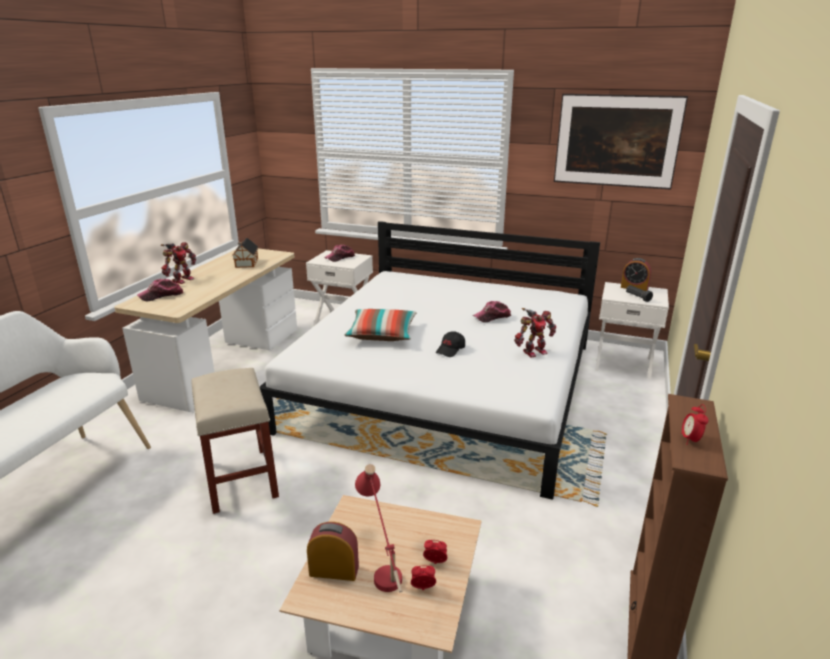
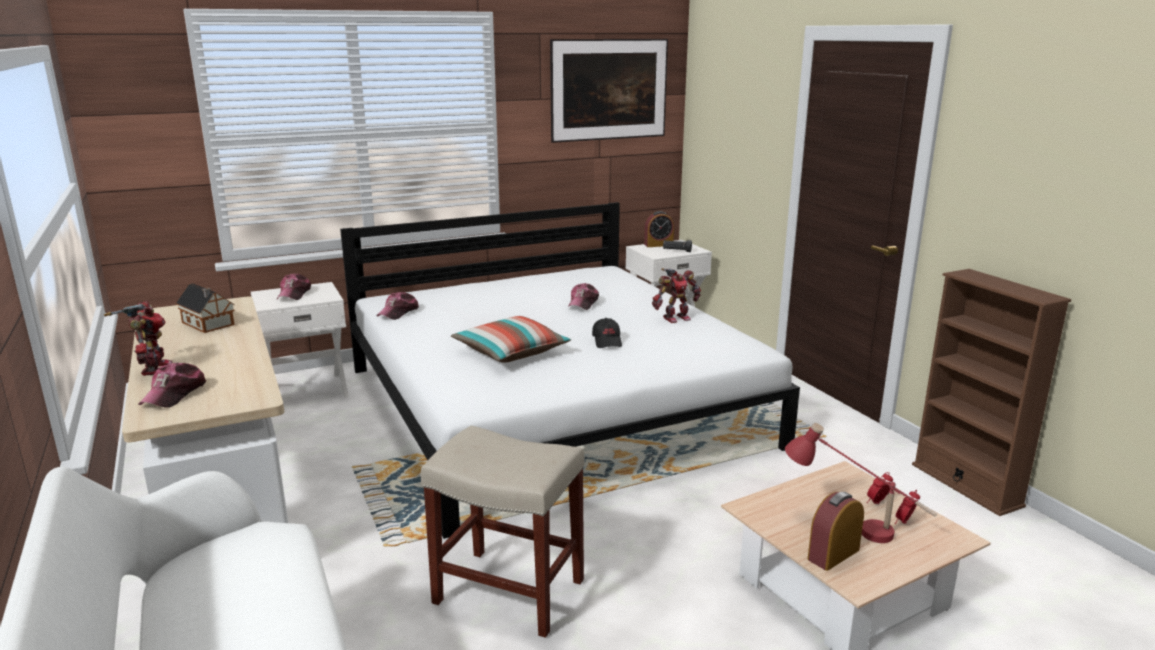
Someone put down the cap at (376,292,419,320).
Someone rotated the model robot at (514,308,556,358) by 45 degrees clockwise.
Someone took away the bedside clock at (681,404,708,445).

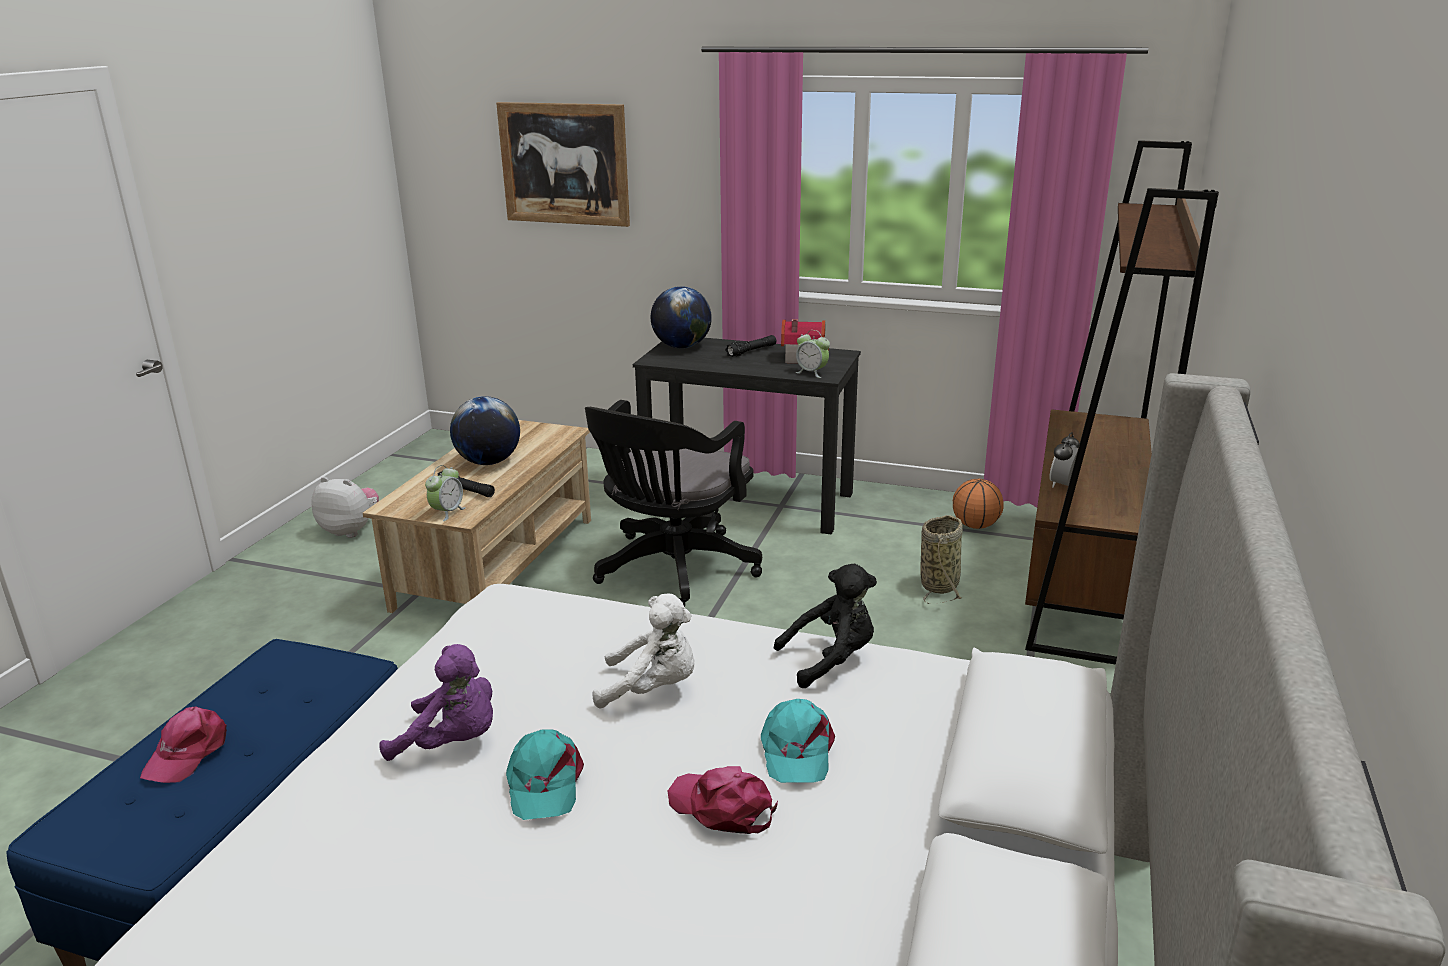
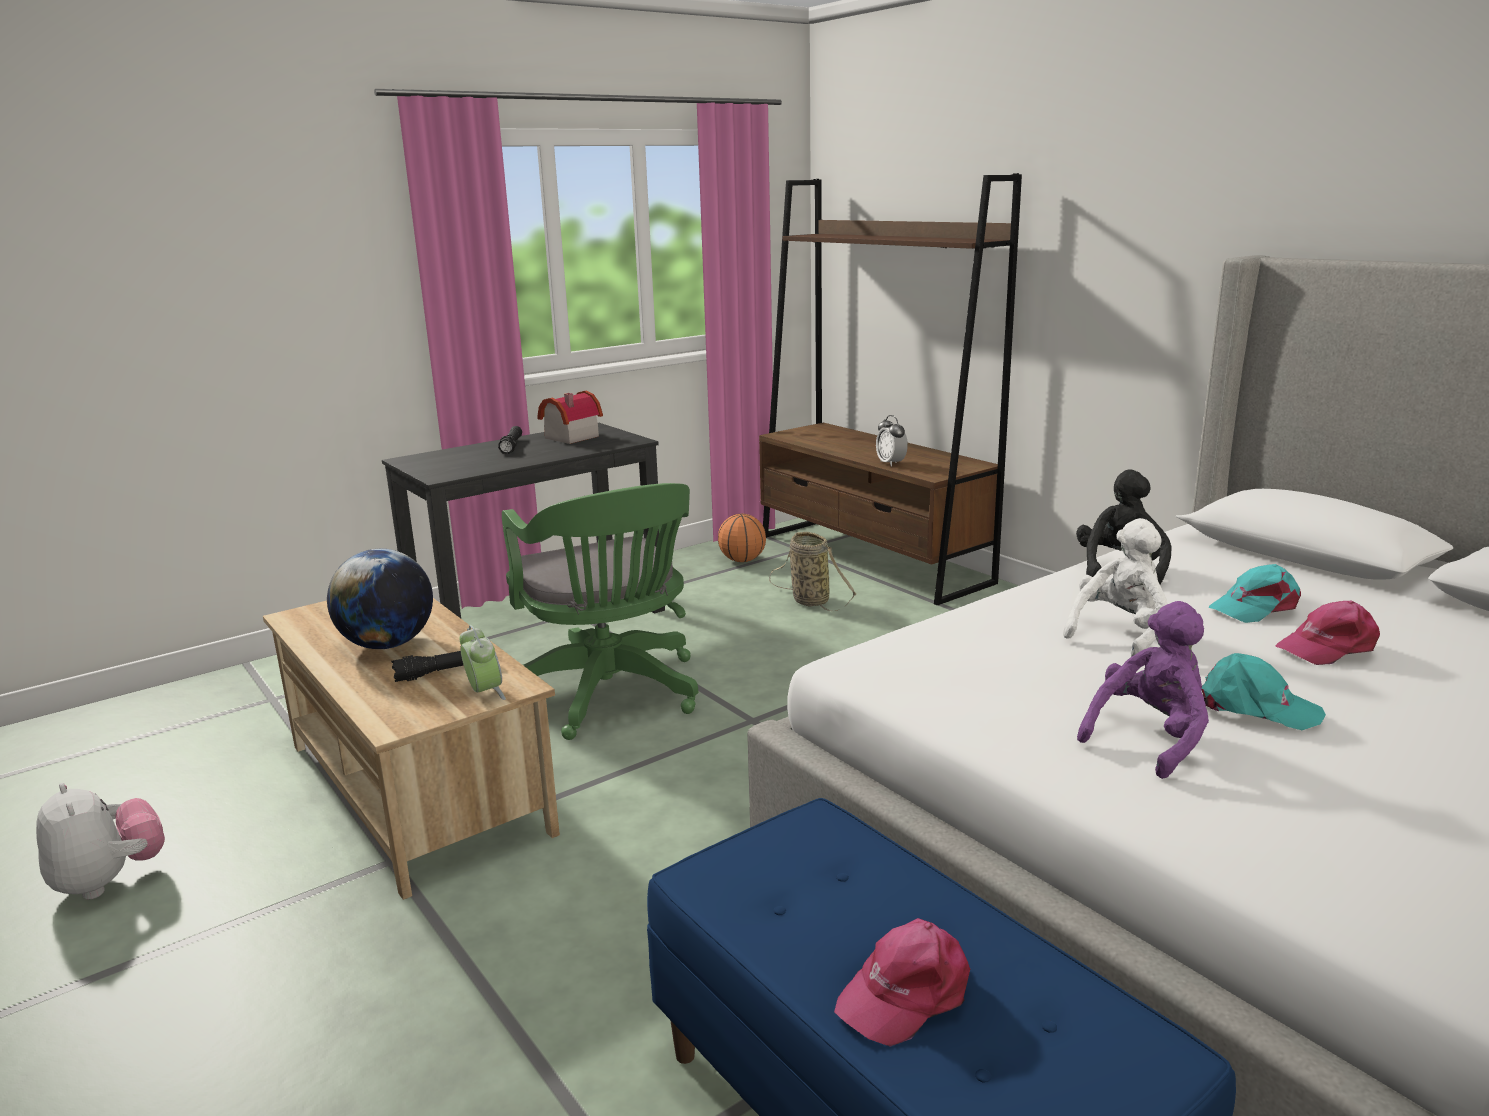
Someone rotated the cuddly toy at (311,477,379,538) by 90 degrees clockwise.
Someone repainted the blackish office chair at (585,400,762,607), which became the green office chair at (502,483,698,740).
Someone rotated the pinkish cap at (140,707,227,783) by 90 degrees clockwise.
Someone rotated the turquoise cap at (761,699,835,783) by 120 degrees clockwise.
Someone took away the picture at (496,102,630,227).
Someone took away the desk globe at (651,286,712,348).
Someone took away the bedside clock at (795,330,830,378).

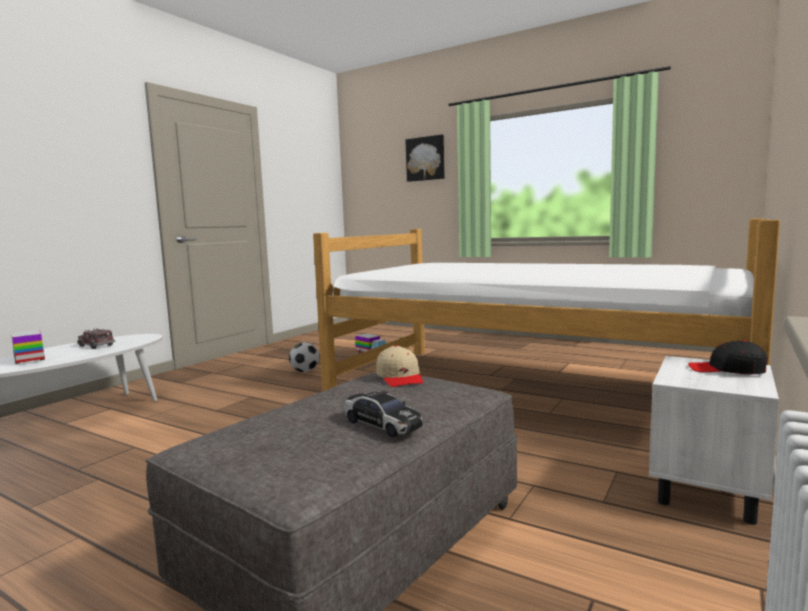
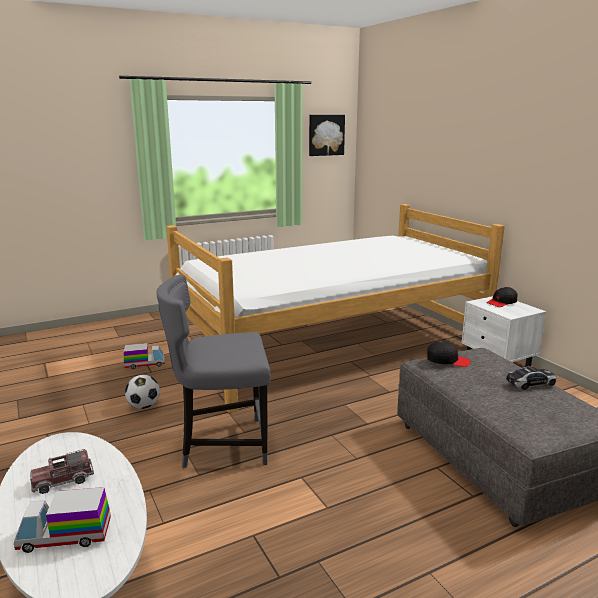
Someone put down the gray upright chair at (156,275,271,468).
Someone carried the picture from (406,135,445,182) to (309,115,345,156).
Someone repainted the beige-coloured cap at (376,345,423,387), which became the blackish cap at (427,341,471,367).

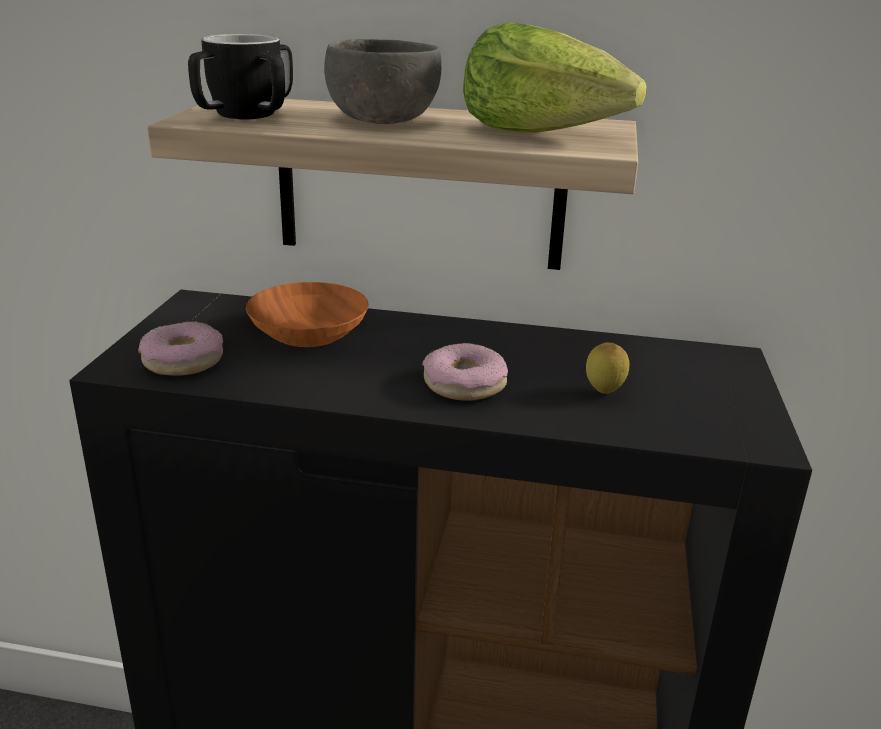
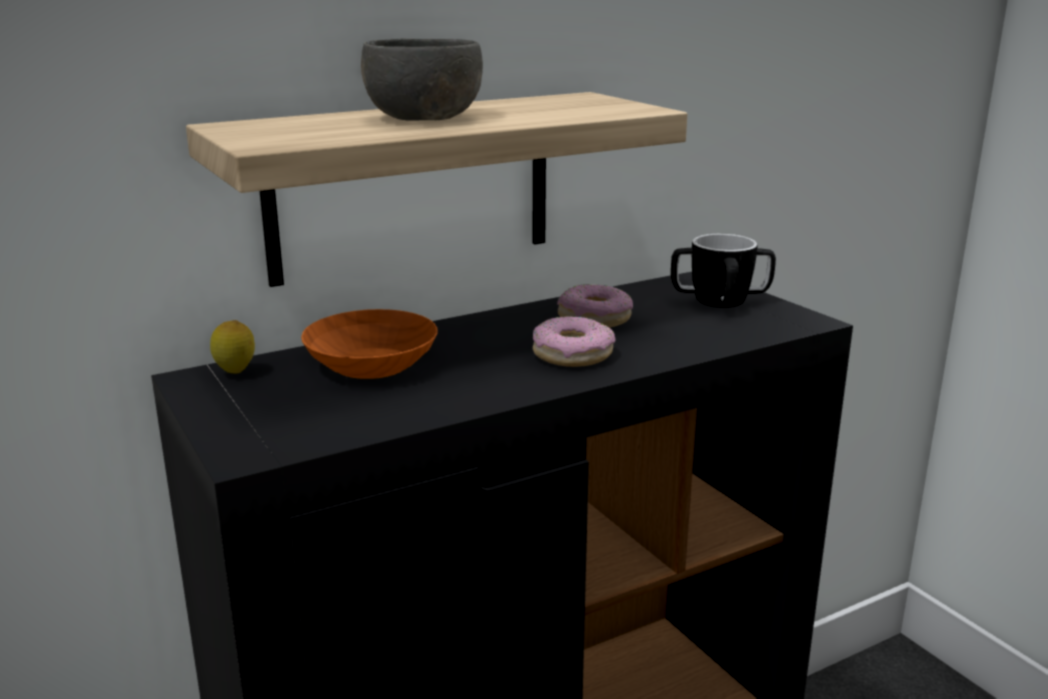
Someone carried the whole lemon from (586,343,630,394) to (210,320,255,374).
Someone carried the doughnut from (138,321,223,376) to (557,284,633,327).
Someone carried the mug from (188,34,293,120) to (671,234,776,308).
Someone took away the lettuce head at (463,22,647,133).

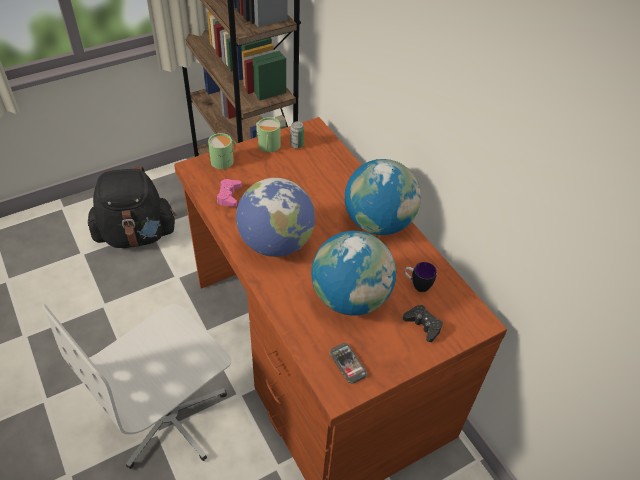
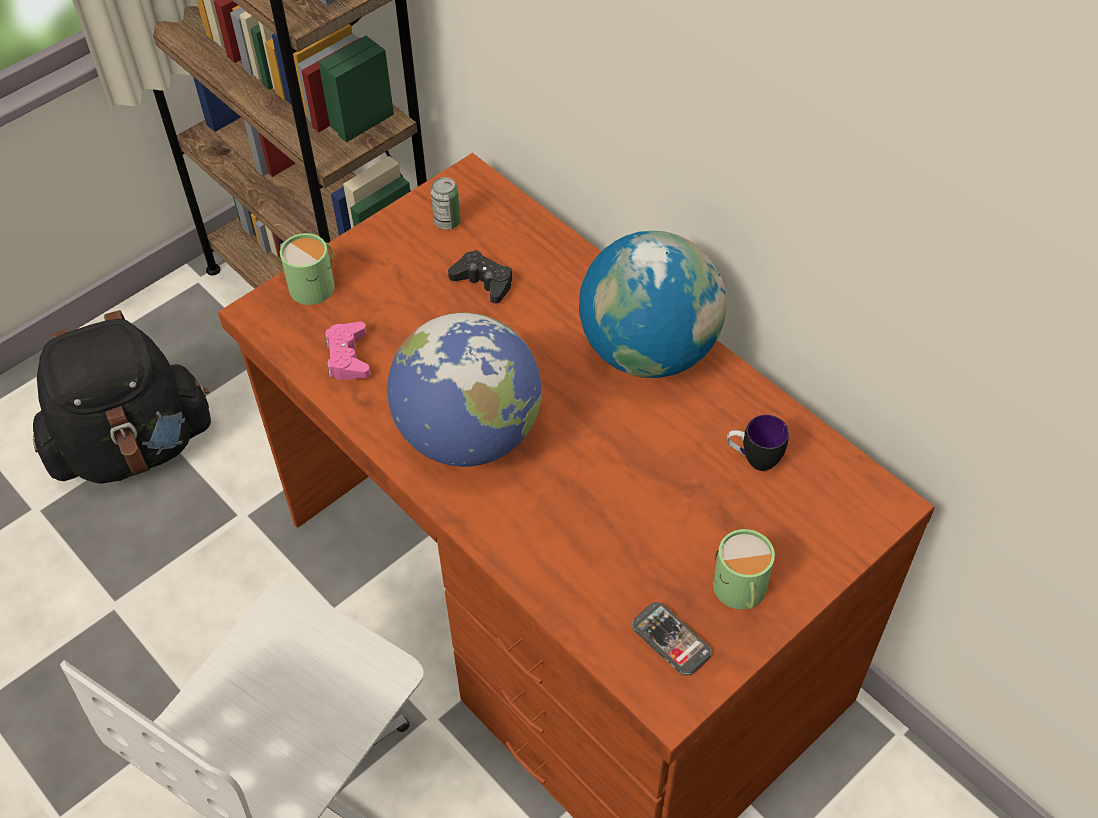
Someone carried the blackish joypad from (403,305,443,342) to (448,250,513,304).
Someone carried the green mug from (257,117,281,153) to (713,529,775,610).
Someone took away the desk globe at (311,231,396,316).

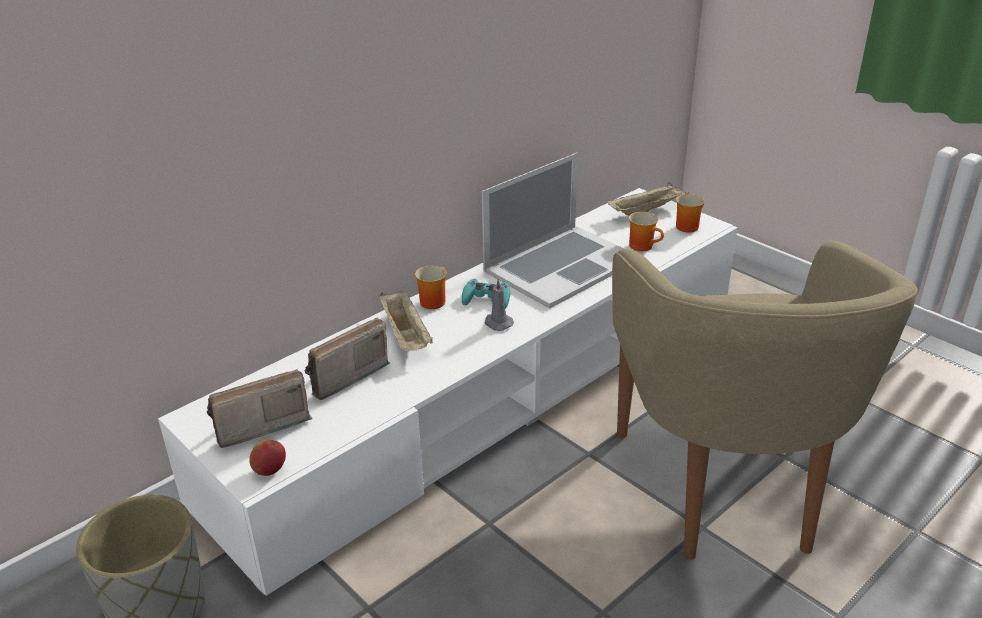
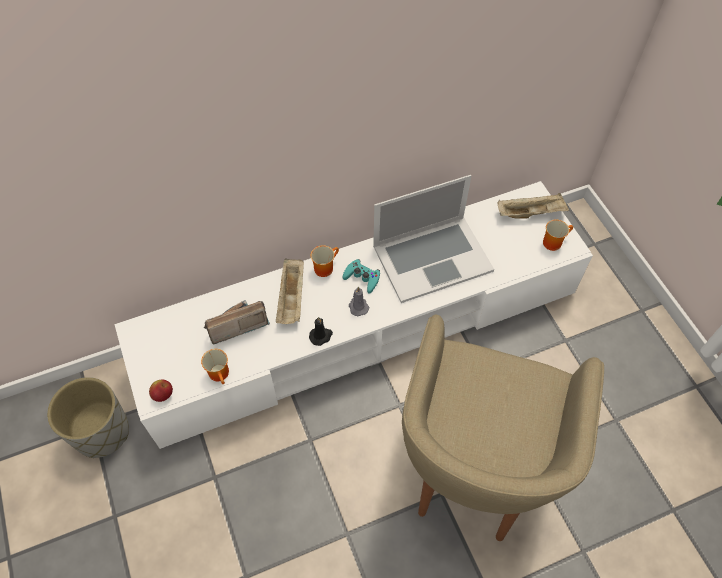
Someone carried the mug from (629,212,664,251) to (201,349,229,384).
Someone put down the blackish candle at (309,317,333,346).
Someone took away the radio at (207,370,312,448).

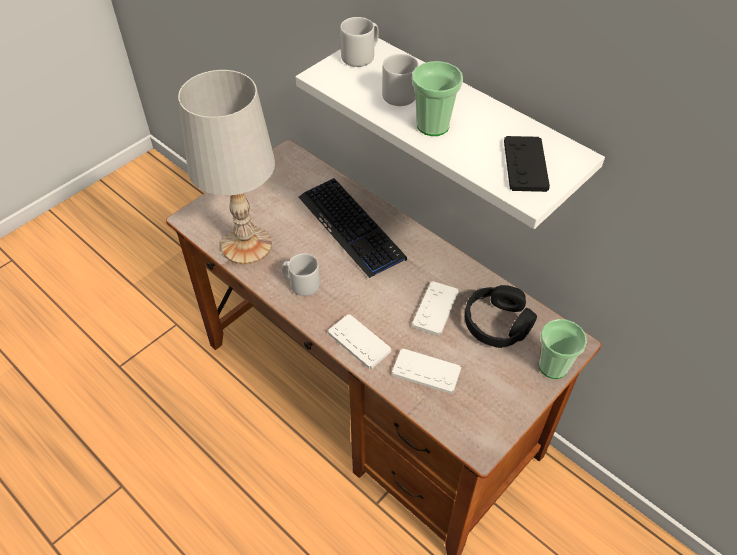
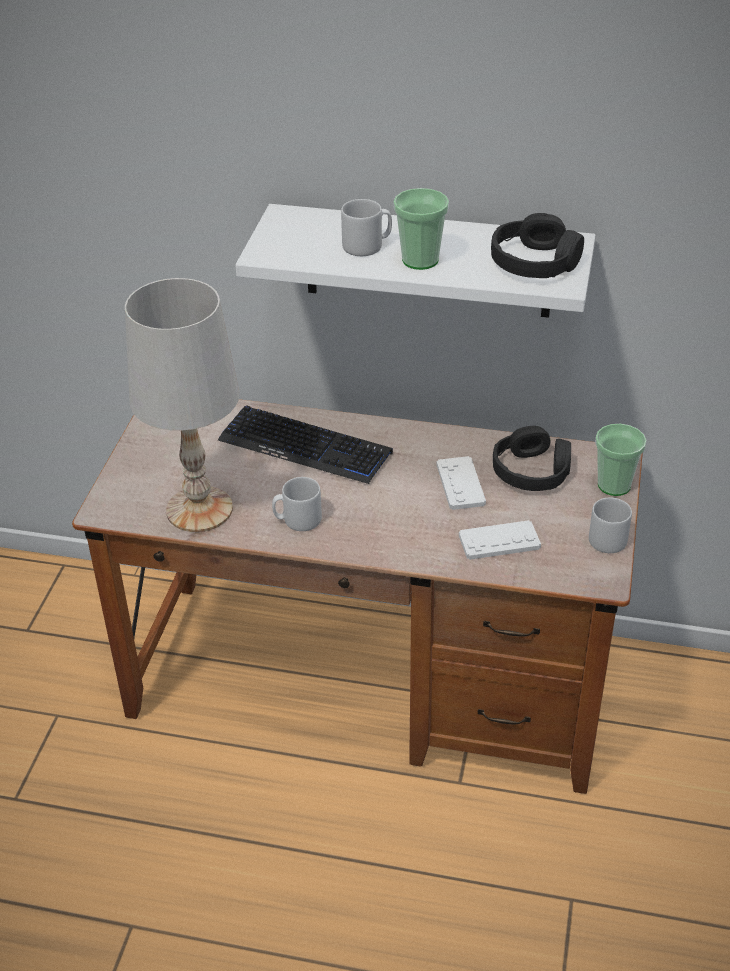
Someone swapped the blackish joypad at (504,136,550,192) for the blackish headphones at (491,213,584,278).
Someone carried the gray mug from (340,17,379,67) to (589,497,632,553).
Someone took away the whitish joypad at (328,315,391,369).

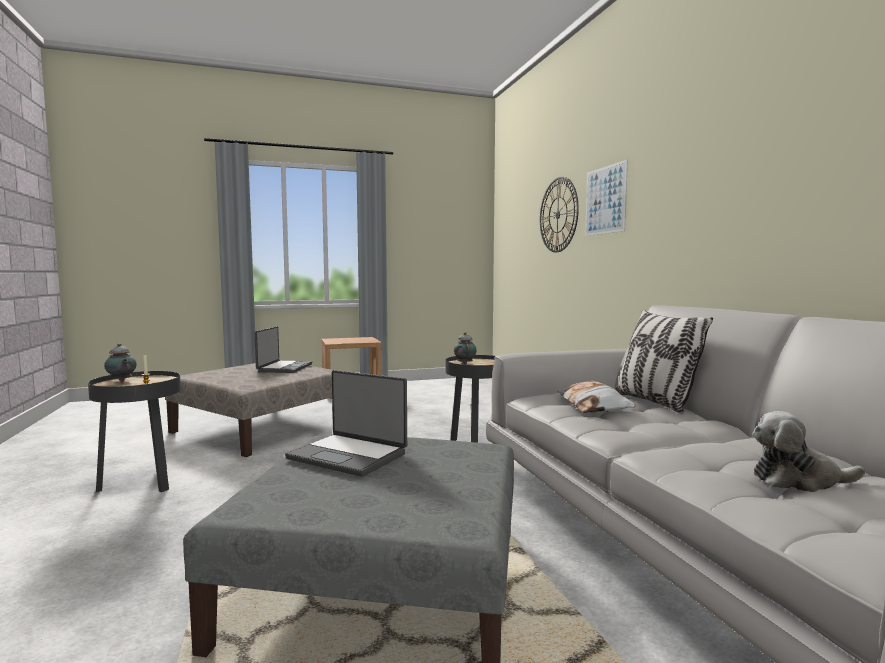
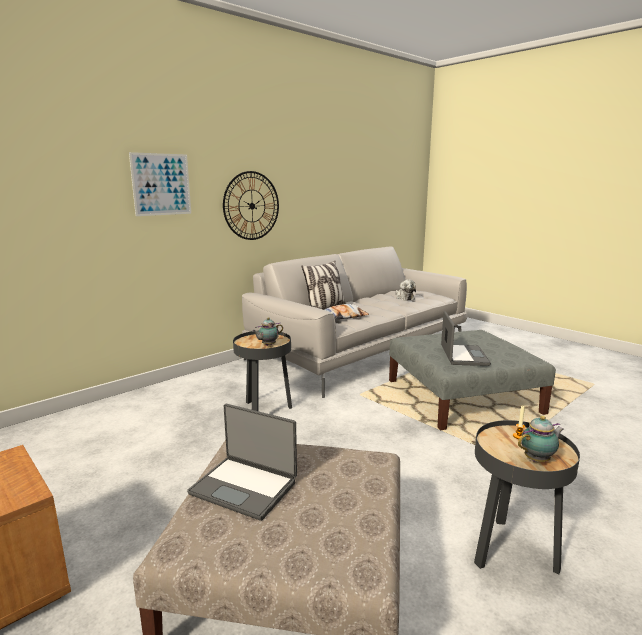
Someone rotated the notebook computer at (255,326,312,373) by 135 degrees counterclockwise.
Someone carried the hanging clock from (540,177,579,252) to (223,171,279,240).
Someone rotated the tea pot at (104,343,137,382) by 45 degrees clockwise.

